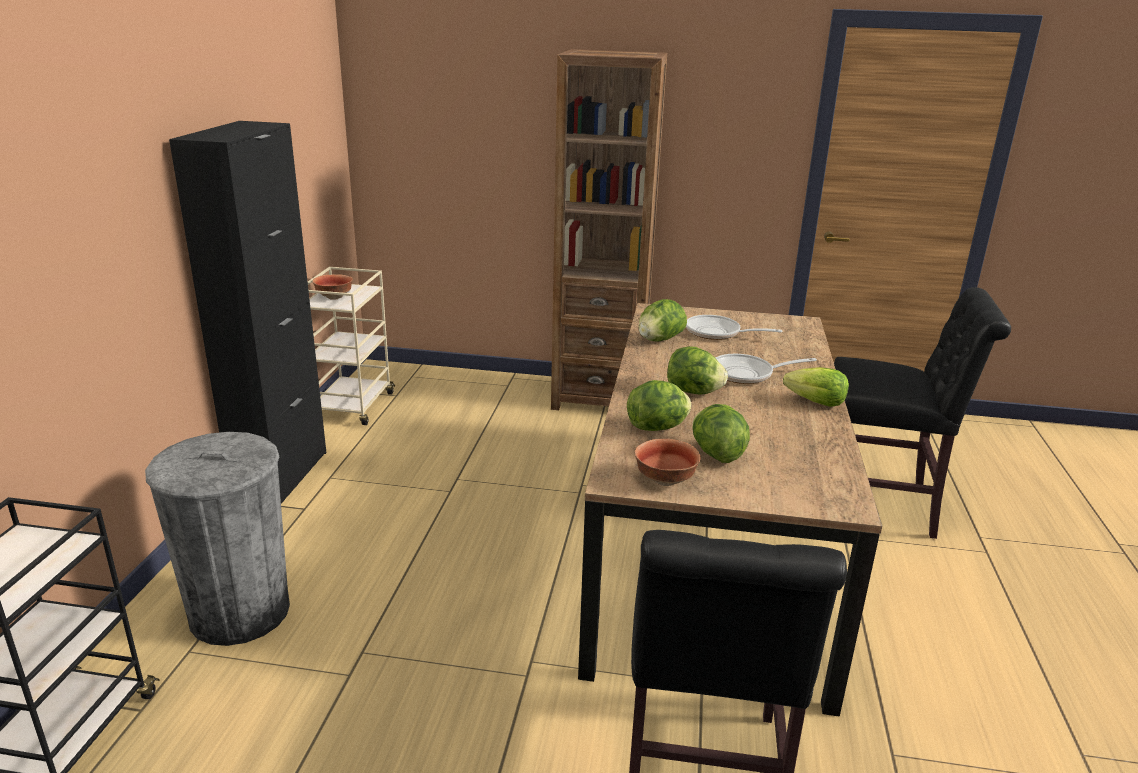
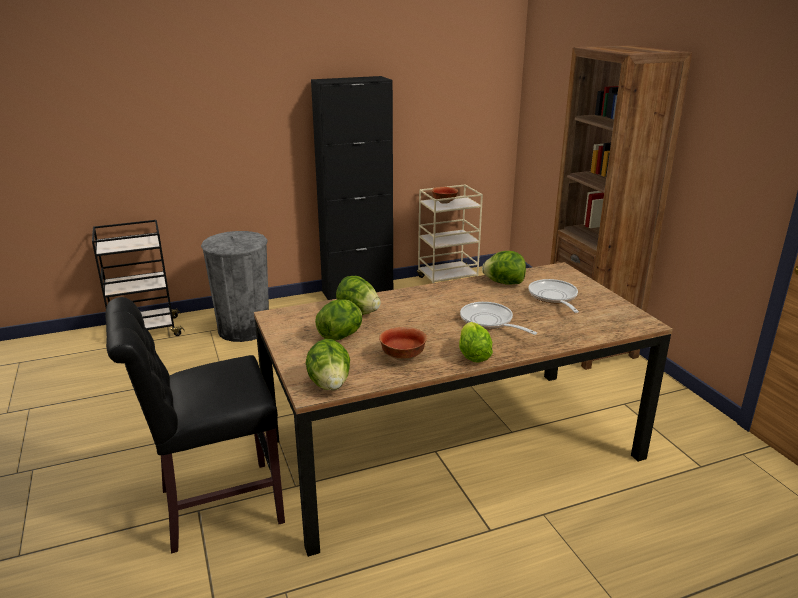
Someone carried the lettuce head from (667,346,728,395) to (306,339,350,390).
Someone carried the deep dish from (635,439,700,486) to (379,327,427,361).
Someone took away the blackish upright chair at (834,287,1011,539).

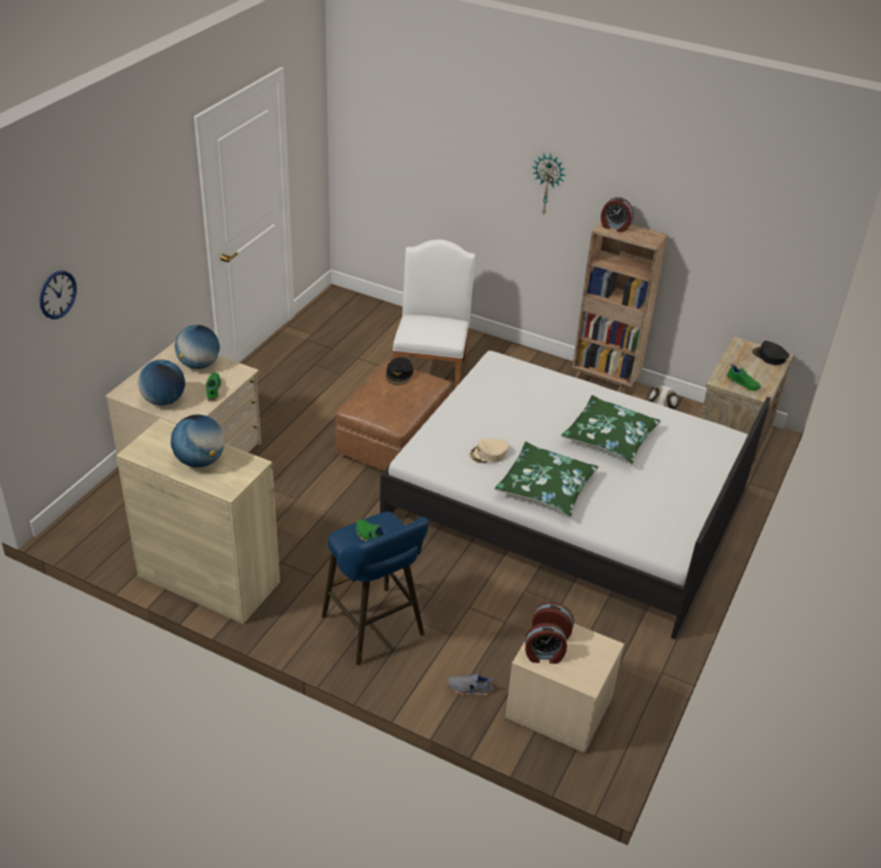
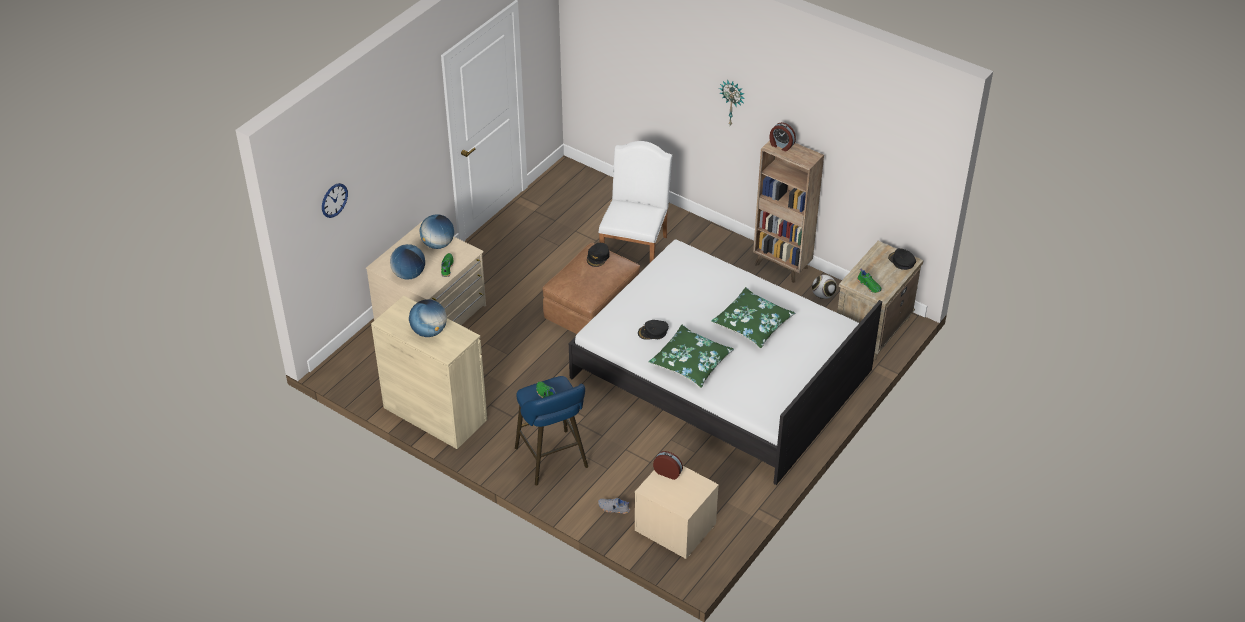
Someone repainted the beige-coloured cap at (469,438,509,463), which became the blackish cap at (638,320,669,340).
Someone took away the bedside clock at (525,623,567,664).

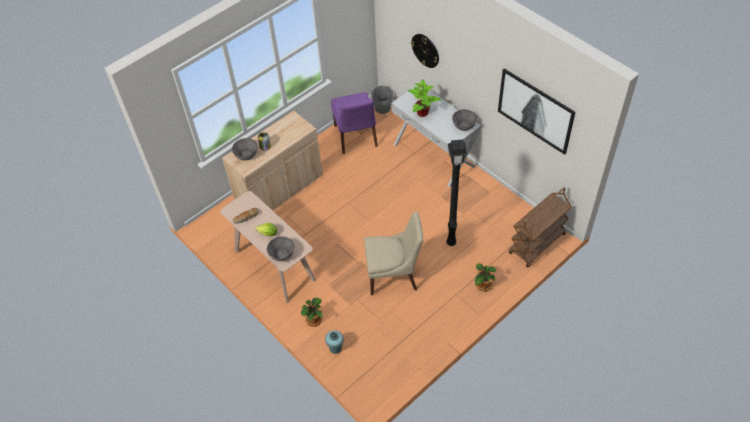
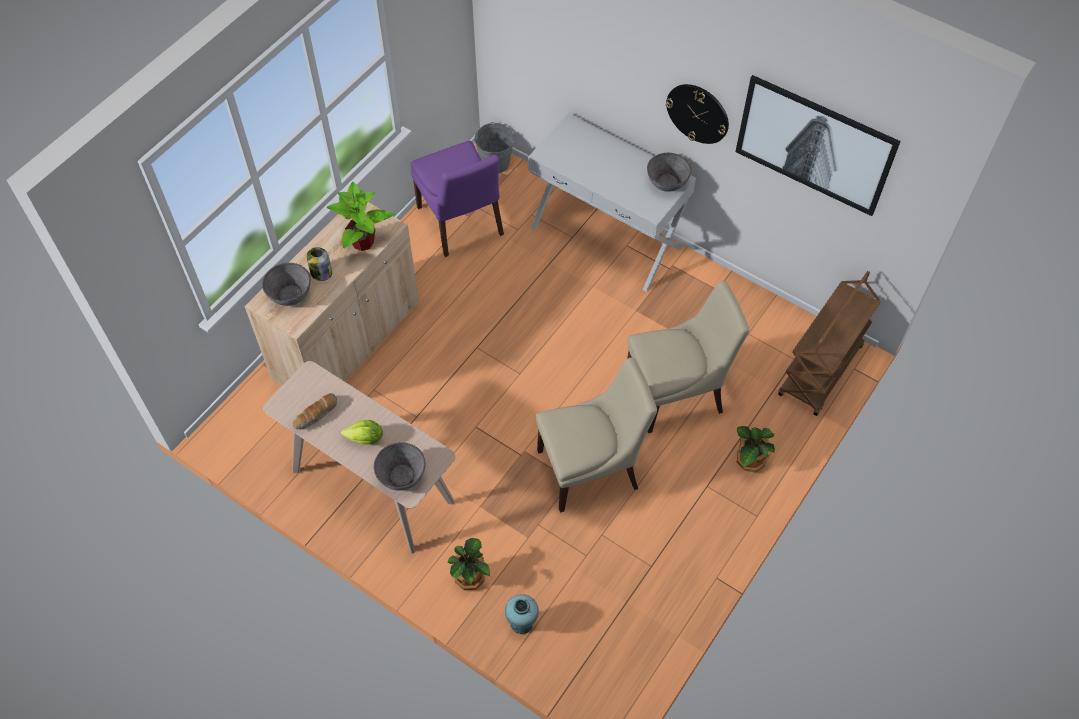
Someone carried the plant in a pot from (408,80,442,117) to (327,182,395,251).
Someone swapped the blackish standing lamp at (446,139,467,246) for the beige-coloured upright chair at (627,281,750,433).
Someone carried the hanging clock from (411,34,439,68) to (666,84,729,144).

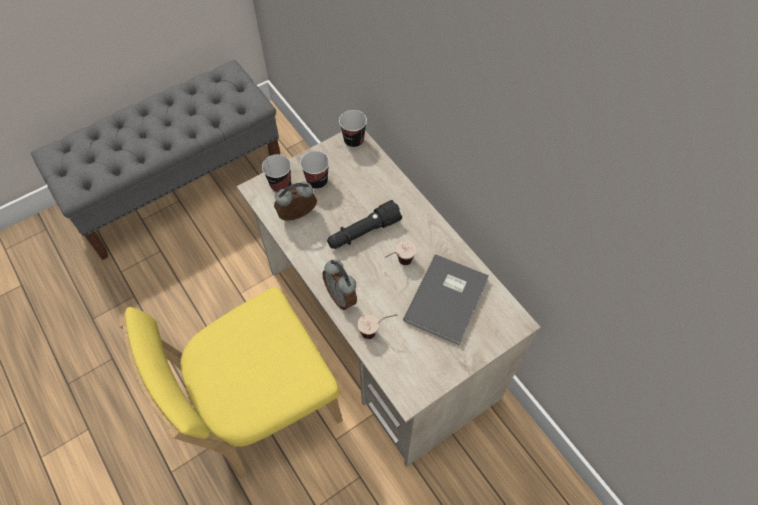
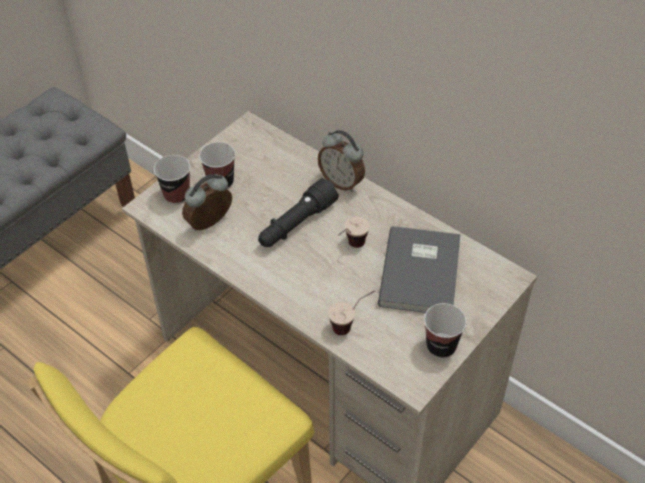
Someone carried the bedside clock from (323,260,357,310) to (318,130,365,192).
Someone carried the small cup from (339,110,367,148) to (424,303,467,358).

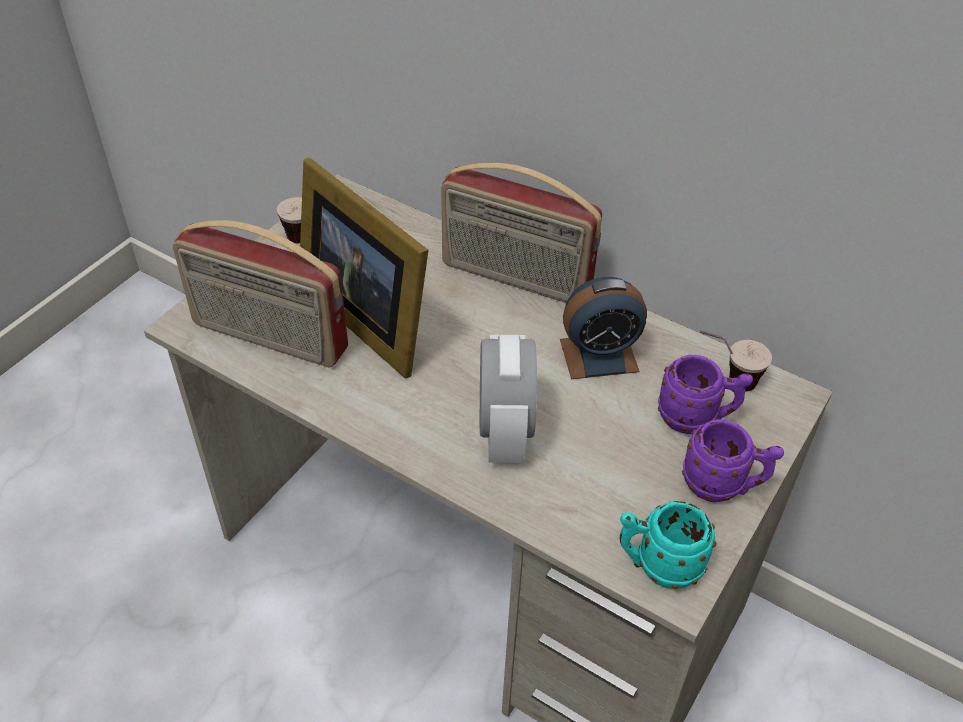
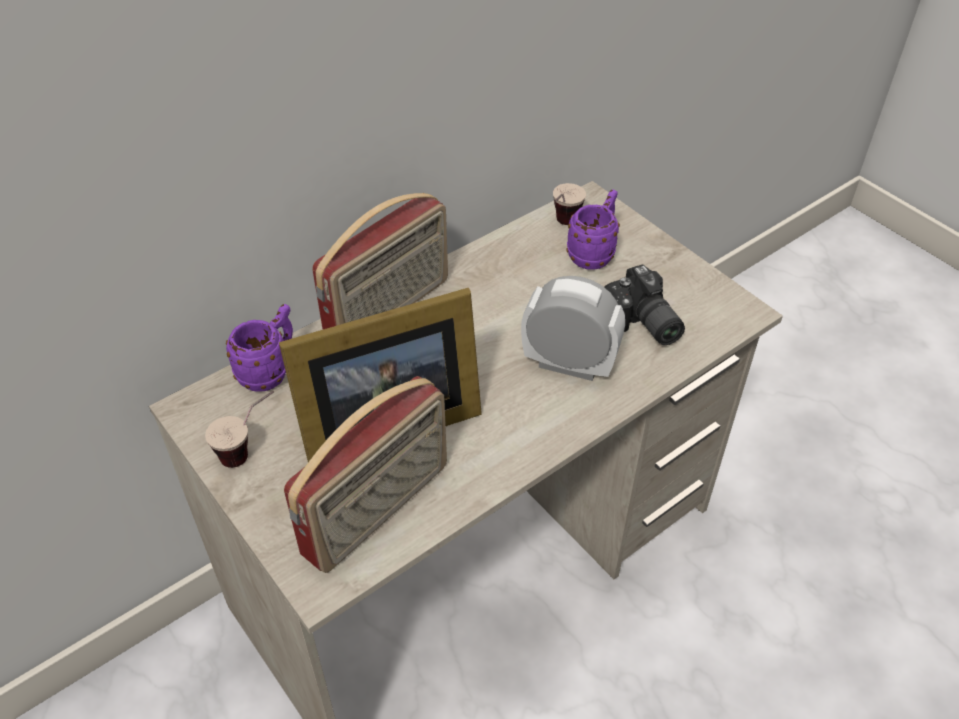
Someone carried the purple mug from (682,419,784,502) to (226,304,293,392).
Someone put down the photo camera at (604,264,685,345).
Someone took away the bedside clock at (560,277,647,380).
Someone took away the turquoise mug at (620,501,716,589).

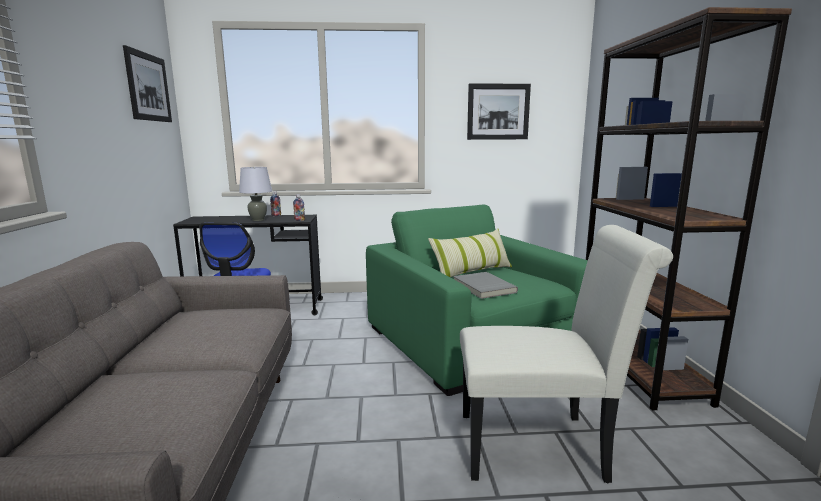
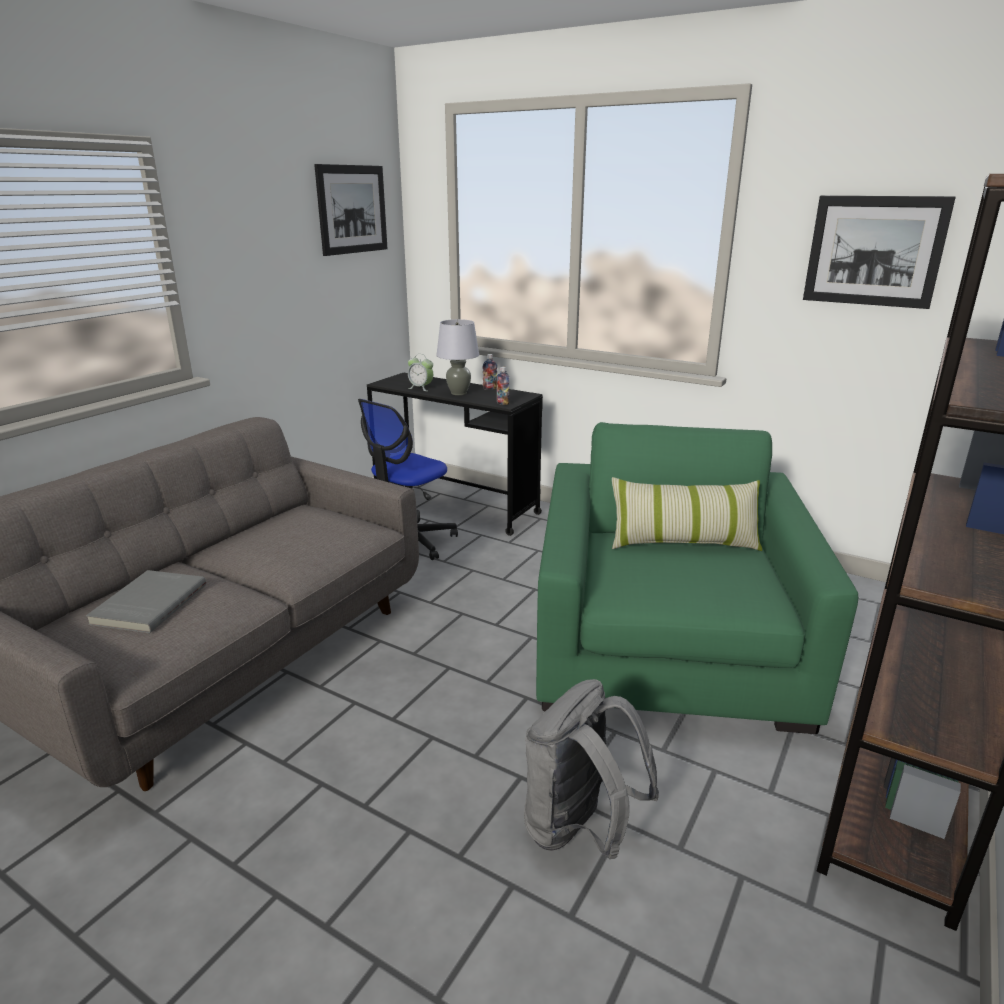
Someone carried the gray bound book from (453,272,518,299) to (86,570,206,633).
Someone put down the bedside clock at (408,354,433,391).
Someone swapped the whitish upright chair at (460,225,673,483) for the gray knapsack at (524,679,659,859).

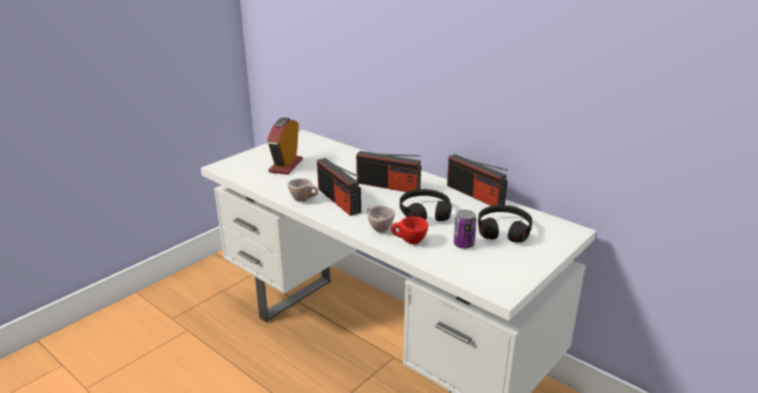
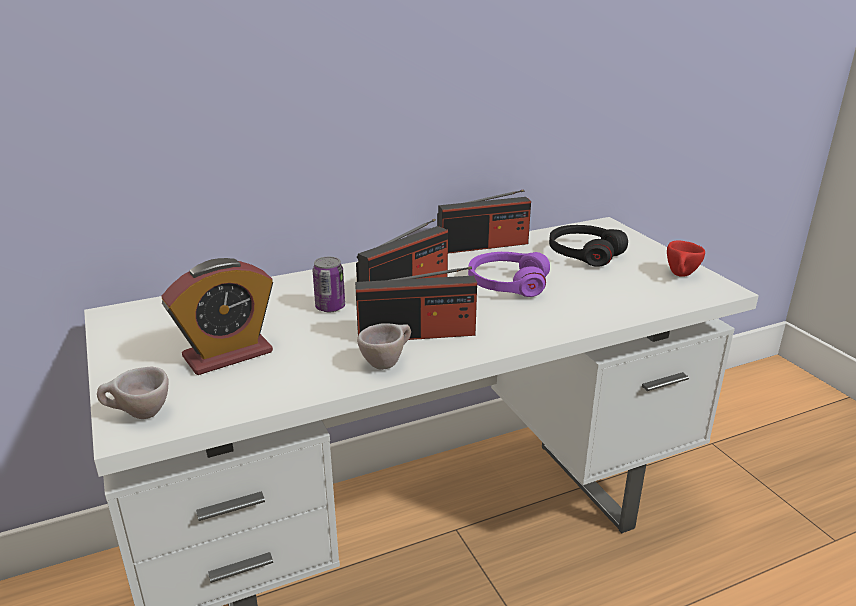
Someone carried the beige-coloured small cup from (367,205,395,233) to (97,367,168,419).
Someone rotated the bedside clock at (267,117,303,175) by 75 degrees counterclockwise.
Someone carried the can from (454,210,476,249) to (313,257,345,312).
Someone repainted the blackish headphones at (400,189,452,221), which became the purple headphones at (468,252,550,297).
Someone carried the red small cup from (391,217,428,244) to (667,241,705,277).

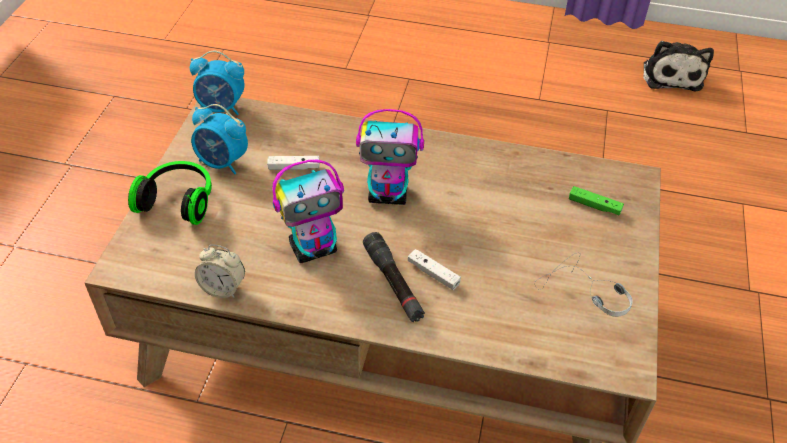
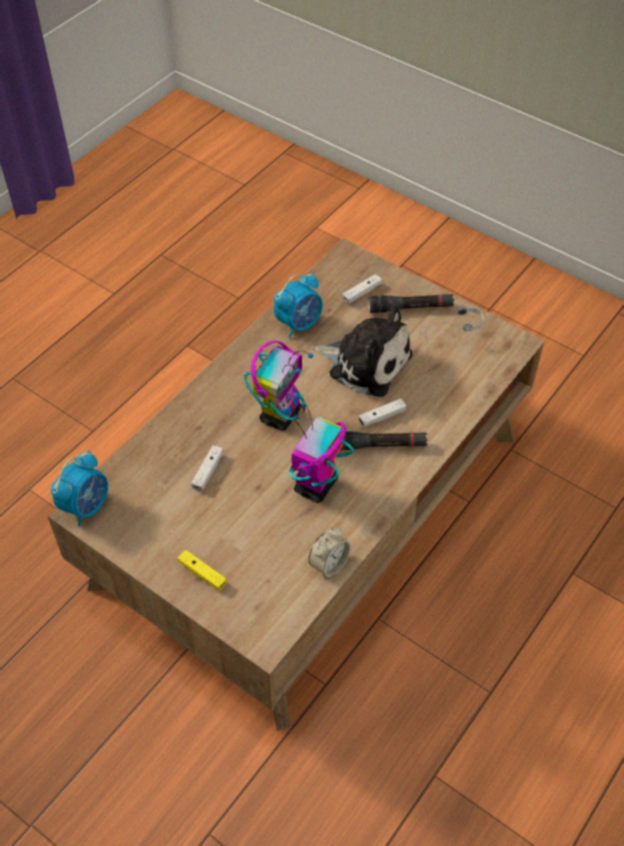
Someone swapped the headphones at (128,161,212,225) for the yellow joypad at (178,550,227,591).
Someone carried the bedside clock from (191,104,248,174) to (274,273,323,338).
Someone rotated the model robot at (272,160,344,263) by 150 degrees counterclockwise.
Someone carried the cuddly toy from (643,41,714,92) to (312,306,412,397).
Someone repainted the green joypad at (569,186,624,215), which became the whitish joypad at (342,274,382,304).
Someone put down the blackish torch at (368,294,454,313).

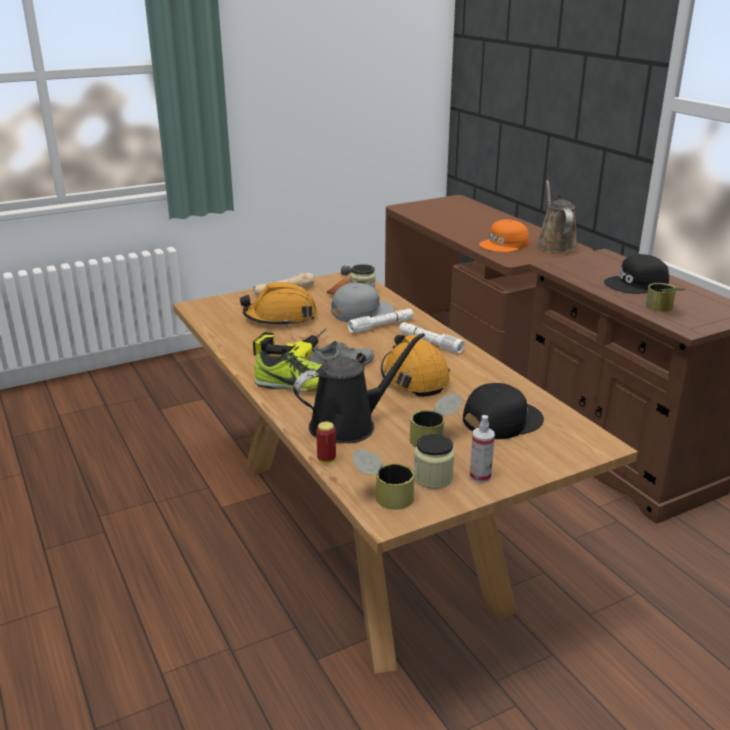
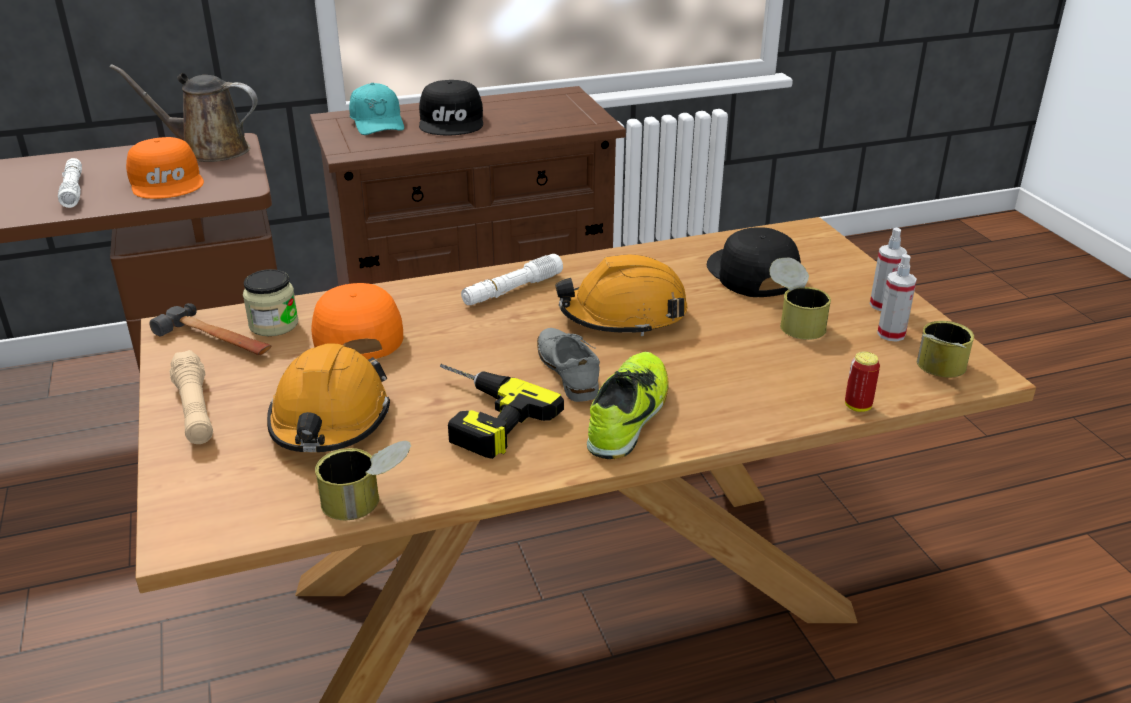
Someone carried the whitish torch from (348,309,413,333) to (58,158,82,208).
Someone repainted the gray cap at (331,283,394,322), which became the orange-coloured cap at (311,283,403,360).
Someone carried the can from (645,283,685,312) to (315,441,411,520).
Someone put down the turquoise cap at (349,83,404,135).
Someone swapped the storage jar at (414,434,455,489) for the sprayer at (877,254,917,342).
Someone took away the blackish sprinkling can at (293,333,425,443).

